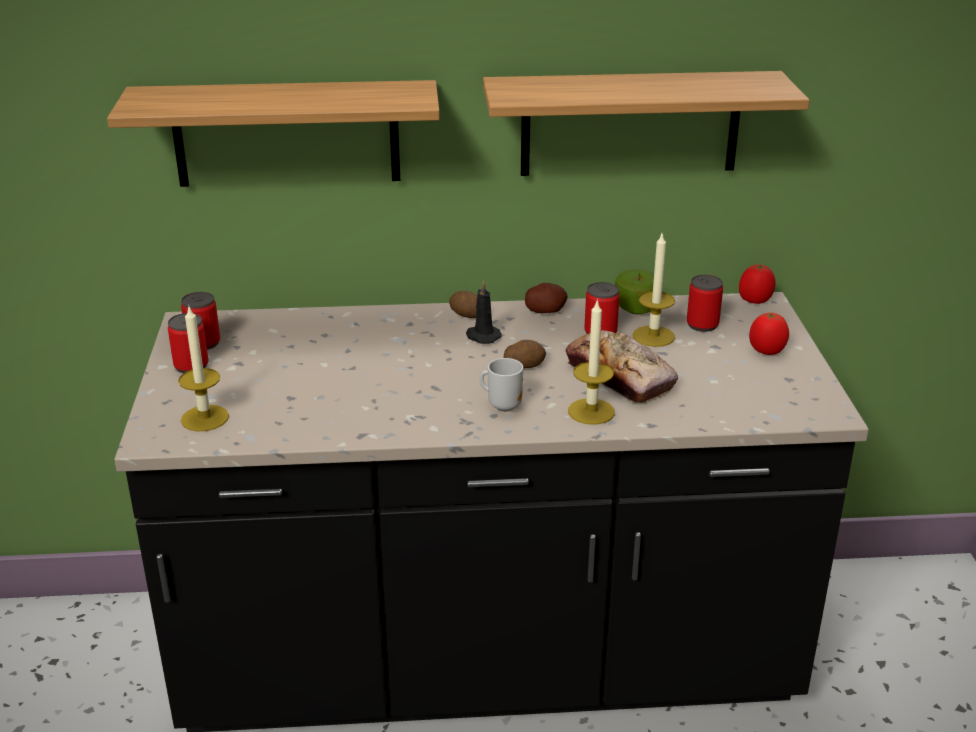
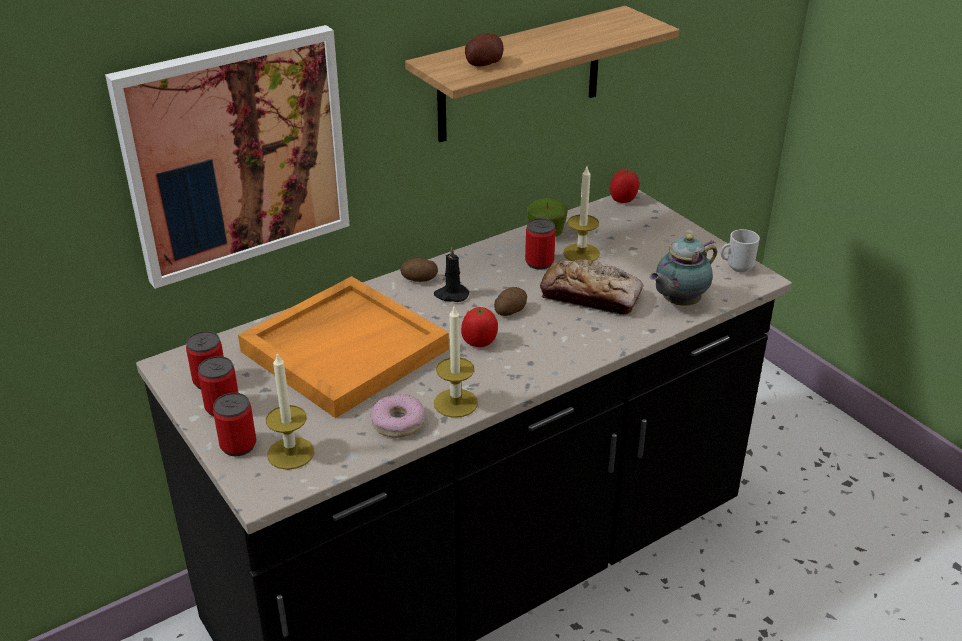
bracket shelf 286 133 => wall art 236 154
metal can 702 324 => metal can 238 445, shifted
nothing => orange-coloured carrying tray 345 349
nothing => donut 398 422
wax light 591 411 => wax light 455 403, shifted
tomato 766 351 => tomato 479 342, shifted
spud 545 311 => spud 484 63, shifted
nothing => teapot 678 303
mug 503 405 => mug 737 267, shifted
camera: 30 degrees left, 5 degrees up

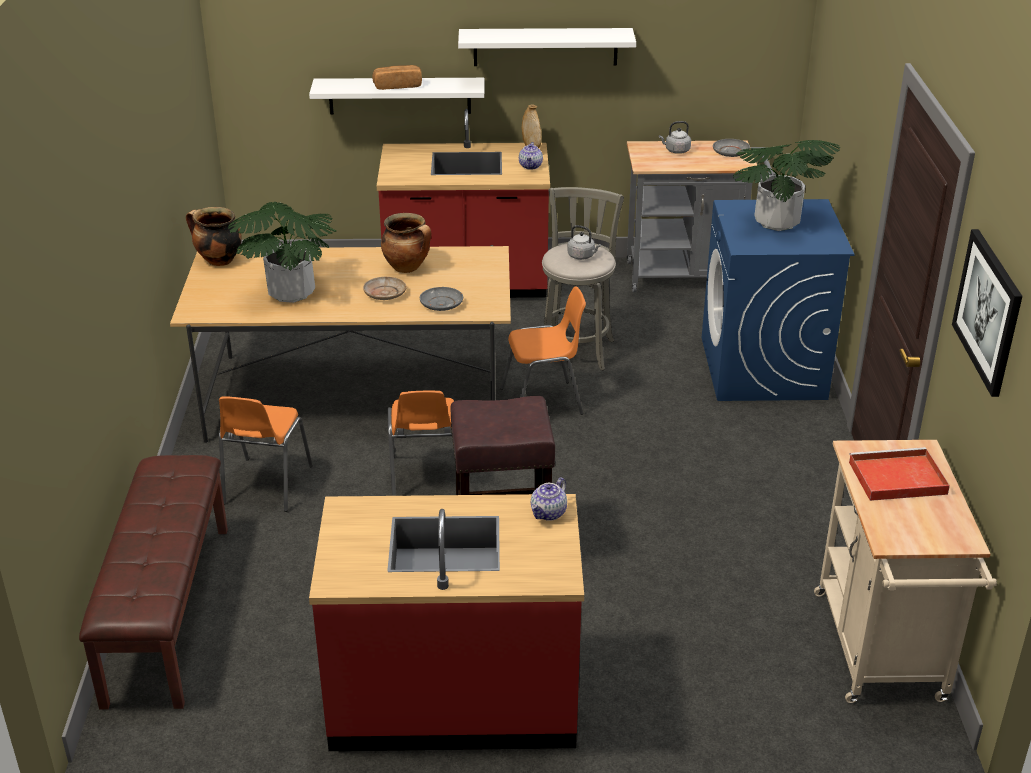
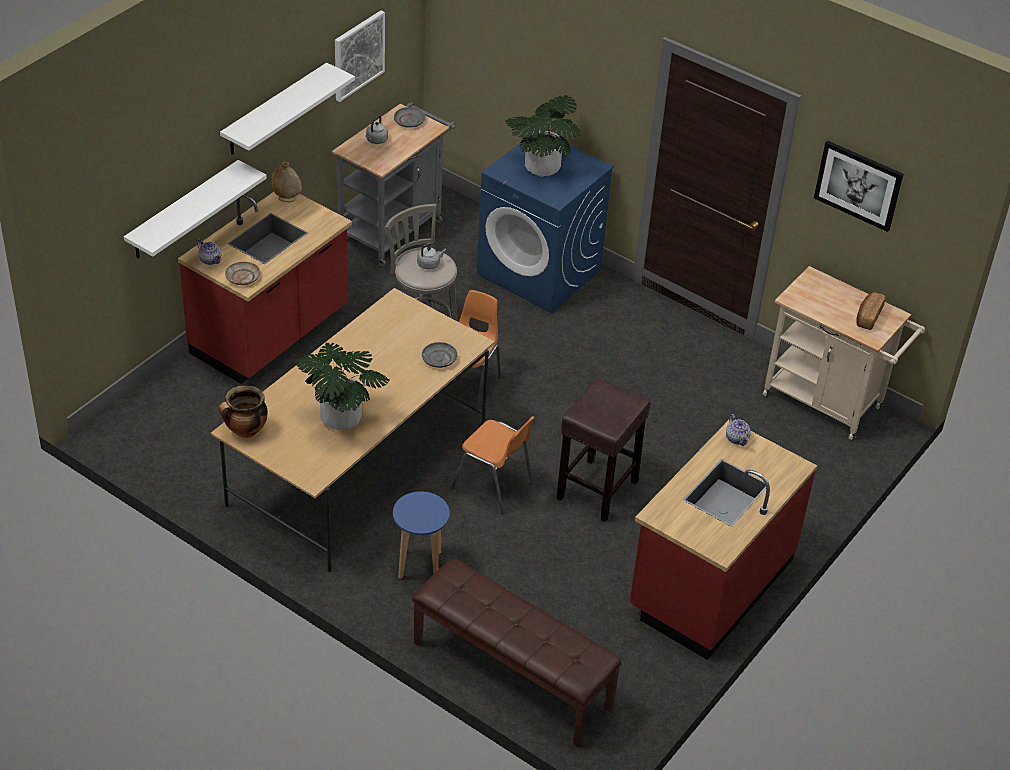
teapot 531 166 => teapot 210 260, shifted
beige-coloured flat dish 384 294 => beige-coloured flat dish 242 277, shifted
nothing => wall art 358 55
orange-coloured plain chair 265 486 => blue-coloured stool 420 565
bread 397 86 => bread 868 317, shifted
saucepot 408 268 => nothing
reddish carrying tray 895 478 => nothing
camera: 55 degrees left, 10 degrees up

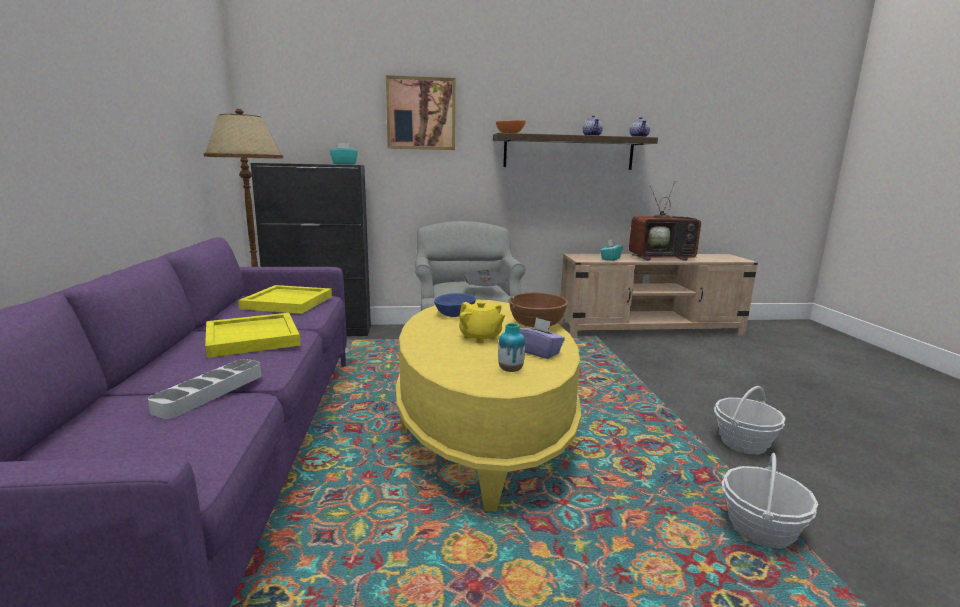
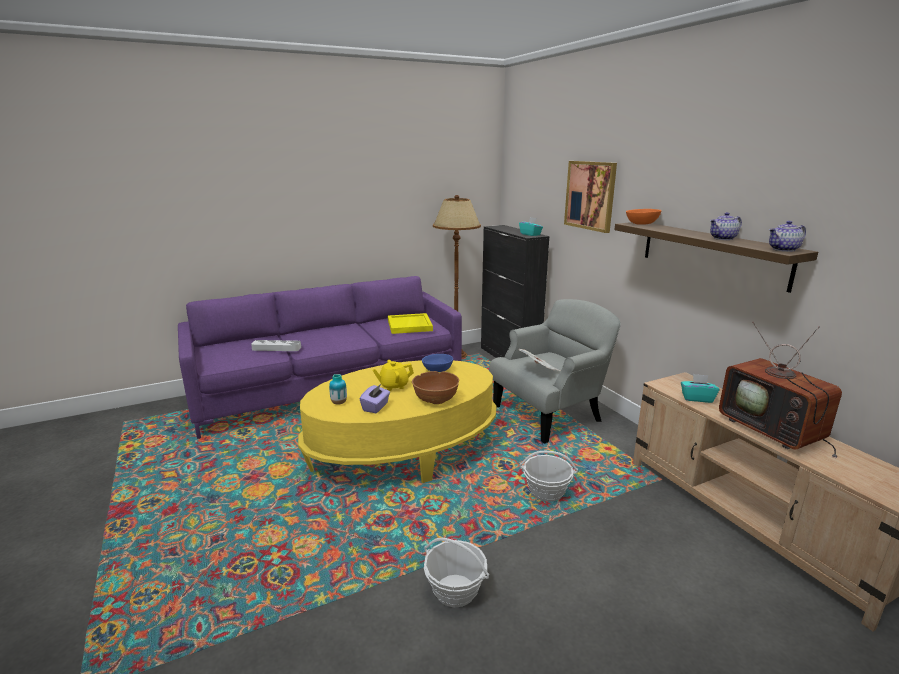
yellow-coloured teapot 480 337 => yellow-coloured teapot 393 386, 45 degrees clockwise
storage basket 760 530 => storage basket 546 492, shifted
yellow-coloured carrying tray 253 337 => nothing
camera: 70 degrees right, 5 degrees up

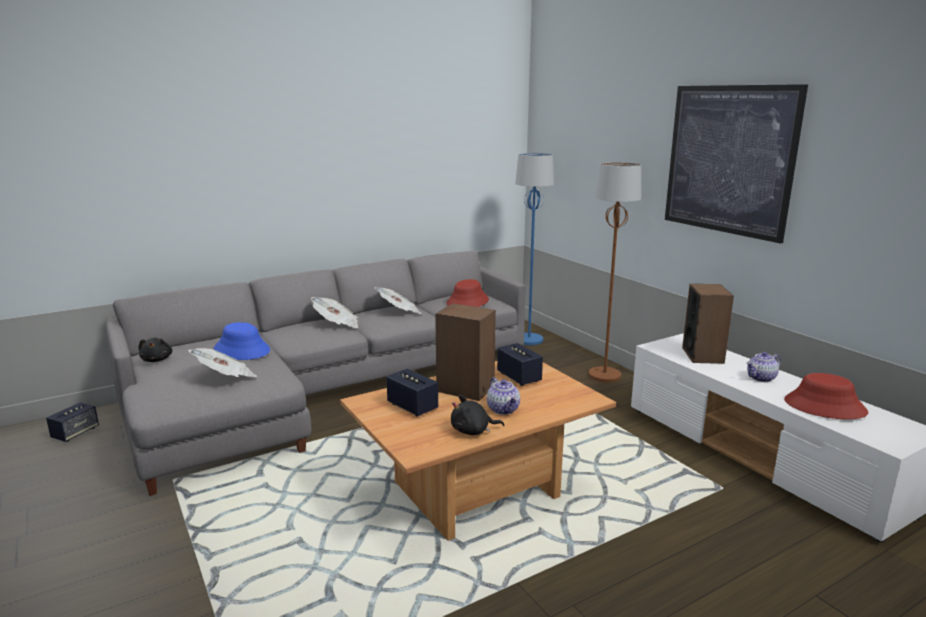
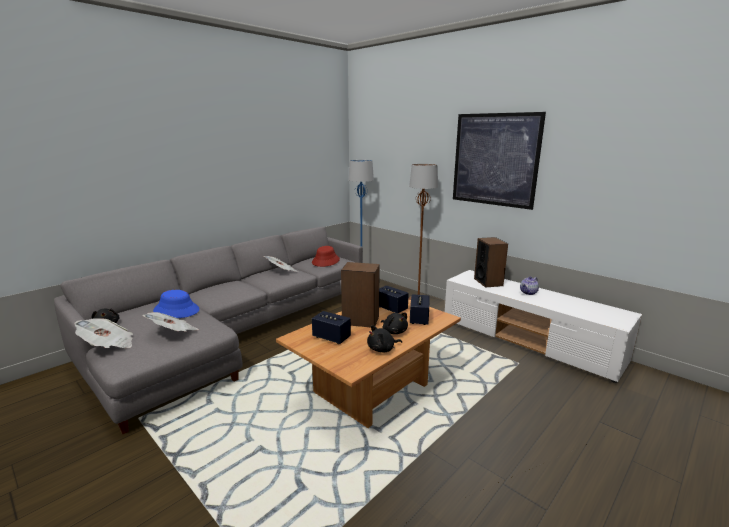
printed paper 337 324 => printed paper 108 345, shifted
teapot 503 409 => black-coloured soft toy 394 331
speaker 75 433 => speaker 419 319, shifted
reddish hat 824 407 => nothing
camera: 15 degrees left, 0 degrees up

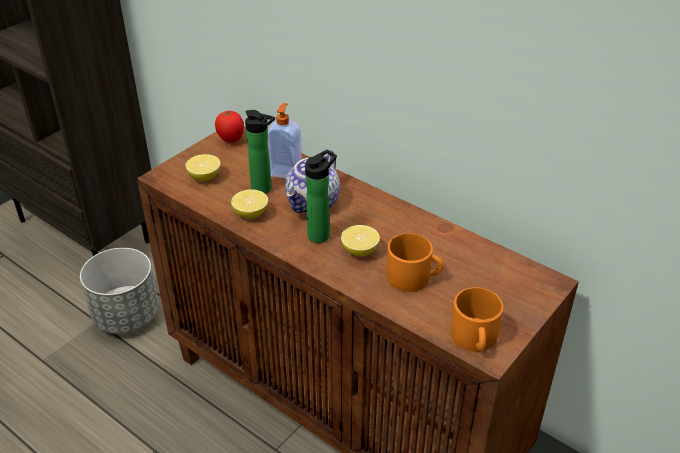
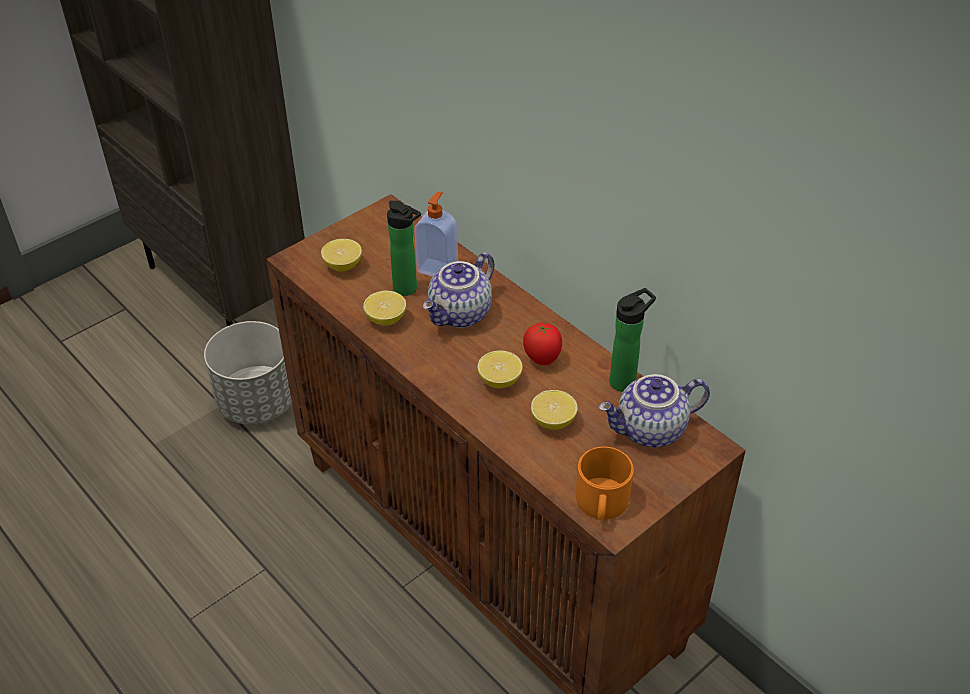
tomato 231 140 => tomato 542 359, shifted
orange-coloured mug 414 277 => citrus fruit 553 421
nothing => teapot 650 431
drink bottle 321 234 => drink bottle 626 380, shifted
camera: 10 degrees right, 5 degrees up

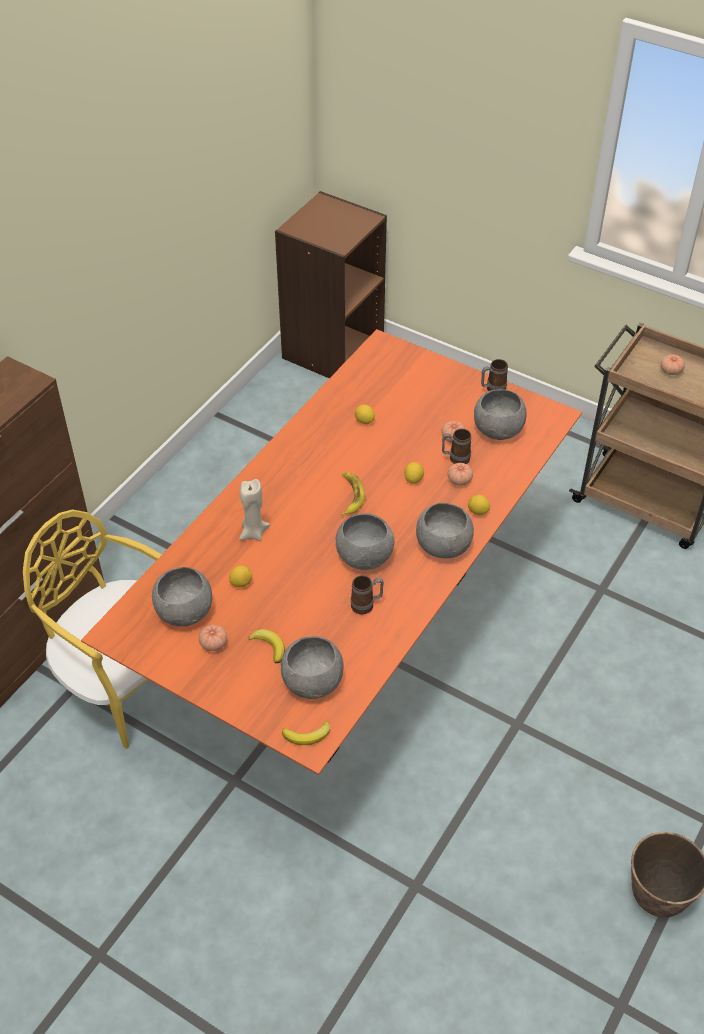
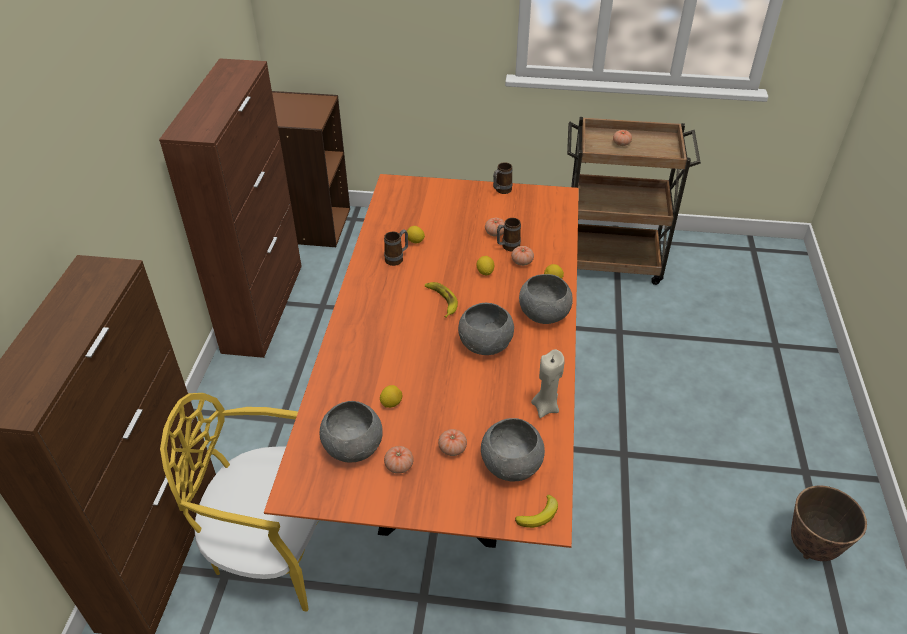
nothing => brown cupboard 264 307
mug 367 605 => mug 397 259, shifted
whole banana 269 646 => tomato 452 448
beige-coloured wax light 253 533 => beige-coloured wax light 545 407, shifted
grey serving bowl 498 429 => nothing
camera: 25 degrees left, 5 degrees down

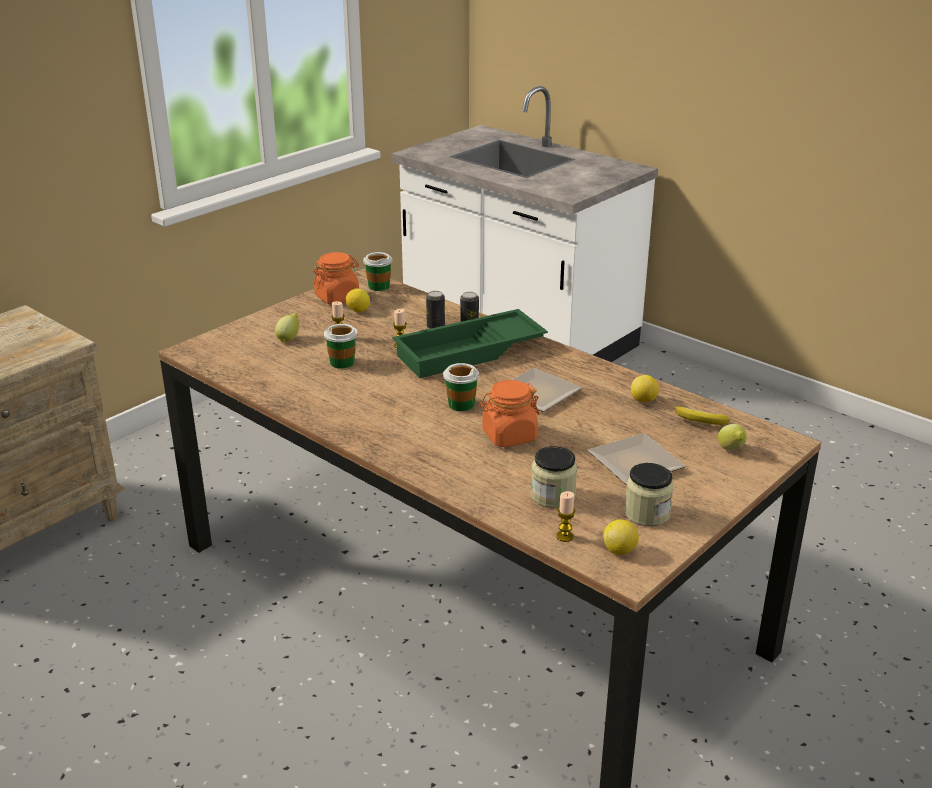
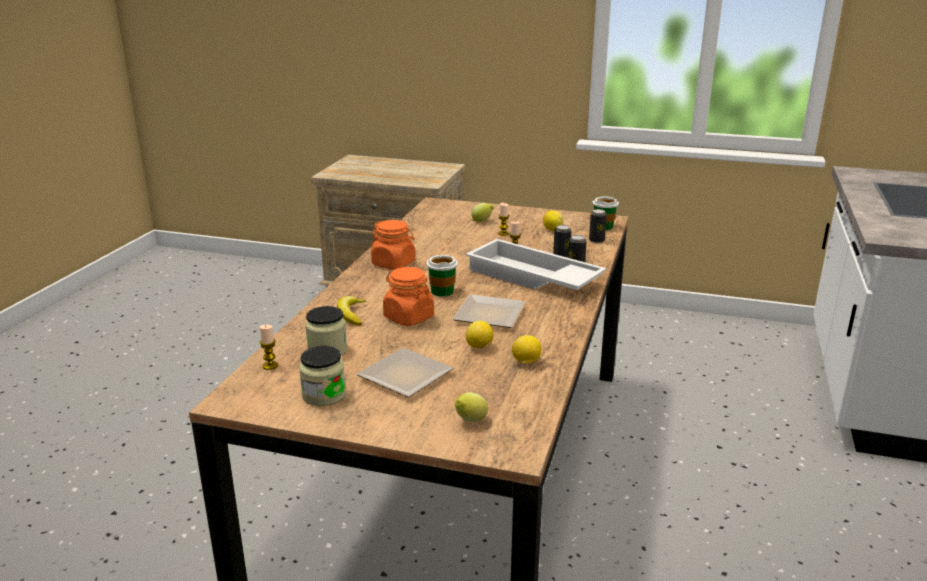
whole banana 699 421 => whole banana 351 314, shifted
orange-coloured preserve jar 337 297 => orange-coloured preserve jar 393 264, shifted
green-coloured carrying tray 470 353 => white-coloured carrying tray 531 277
citrus fruit 620 550 => citrus fruit 479 347, shifted
nothing => metal can 596 240
small cup 342 362 => nothing
camera: 65 degrees right, 5 degrees down

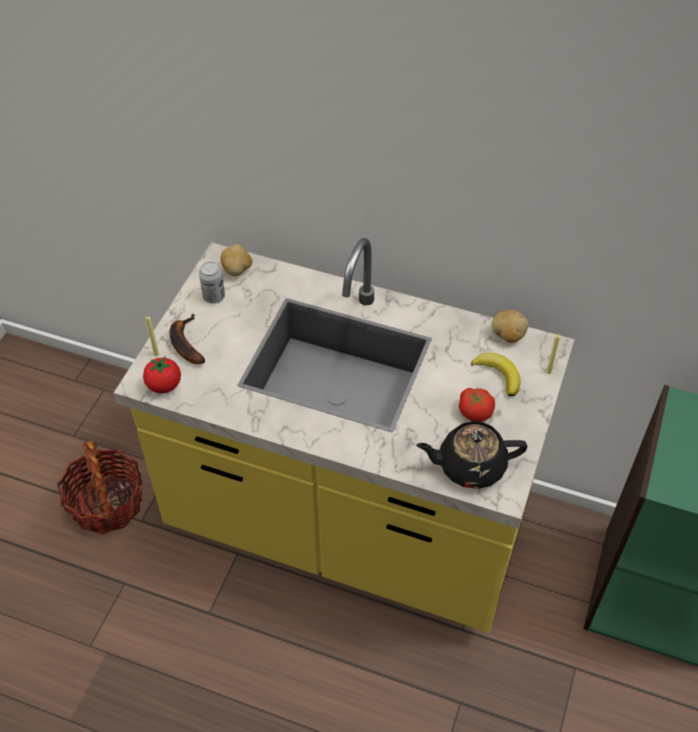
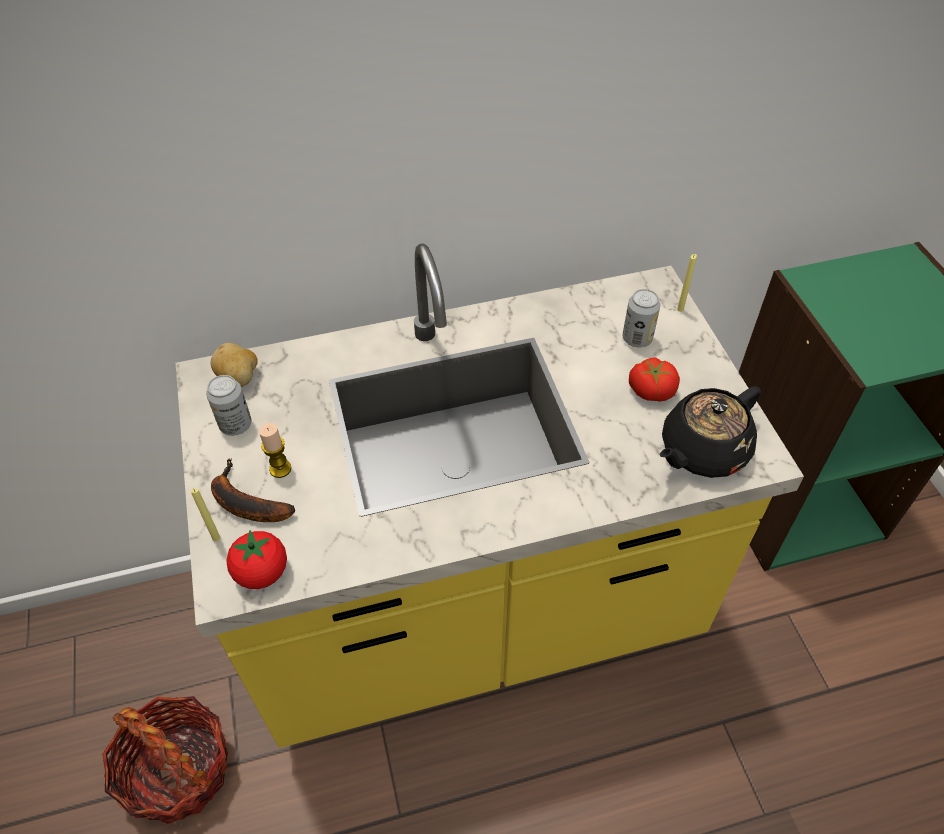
nothing => wax light 280 469
whole banana 498 375 => metal can 637 339
spud 507 336 => nothing
camera: 35 degrees left, 0 degrees up

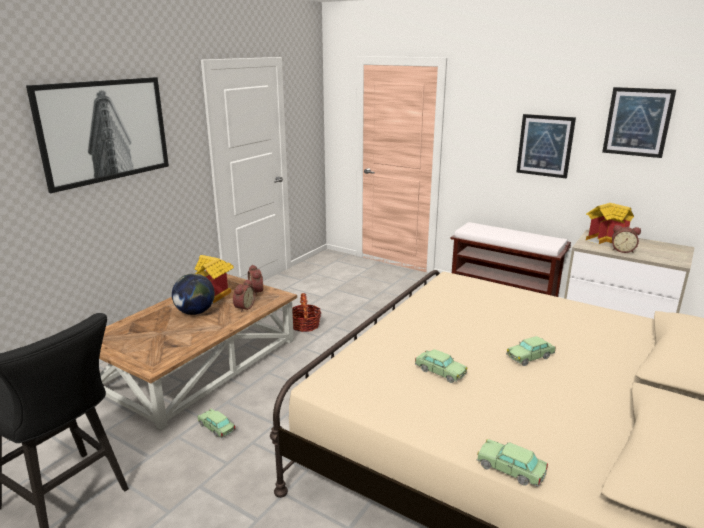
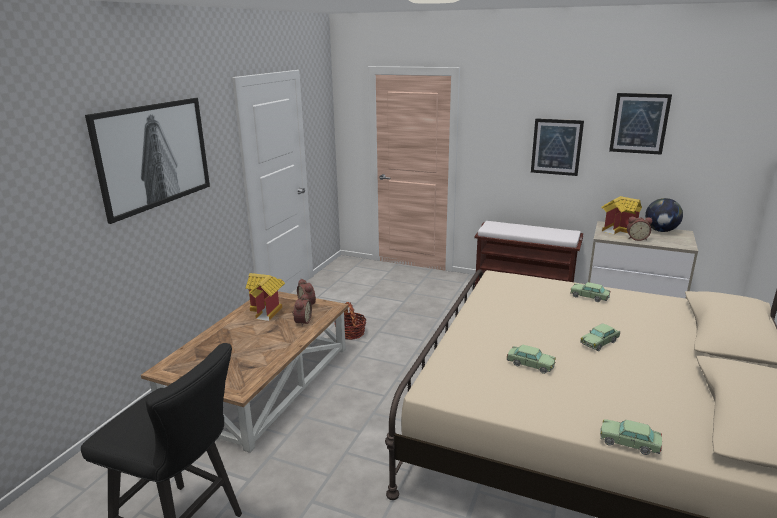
miniature car 216 428 => miniature car 589 297, shifted
globe 195 312 => globe 661 231, shifted
camera: 10 degrees left, 0 degrees up

